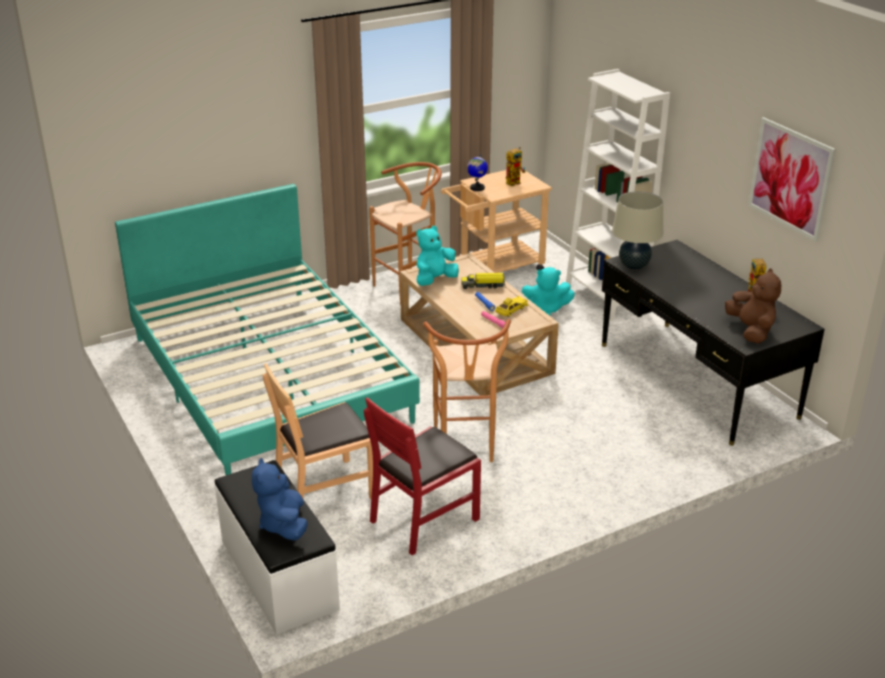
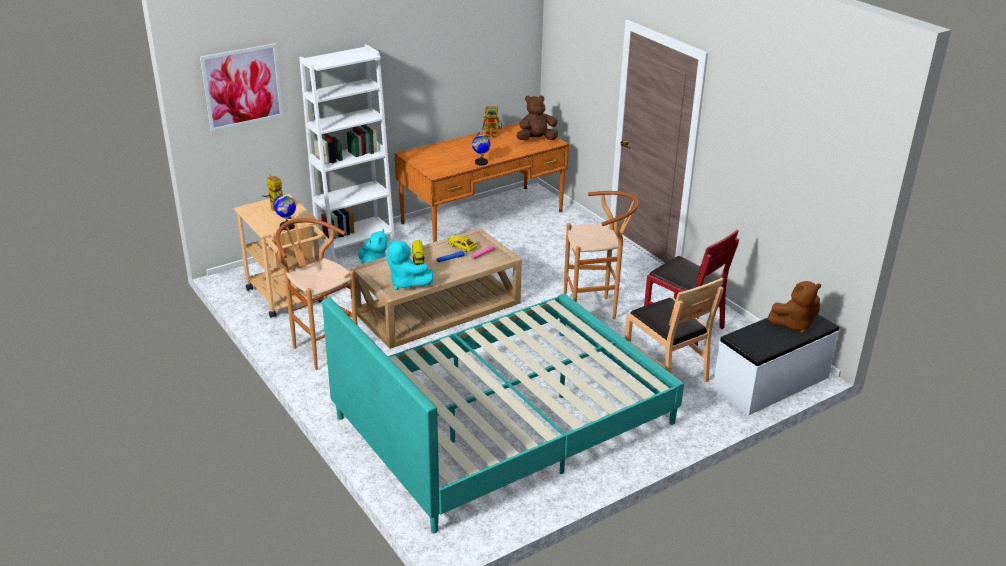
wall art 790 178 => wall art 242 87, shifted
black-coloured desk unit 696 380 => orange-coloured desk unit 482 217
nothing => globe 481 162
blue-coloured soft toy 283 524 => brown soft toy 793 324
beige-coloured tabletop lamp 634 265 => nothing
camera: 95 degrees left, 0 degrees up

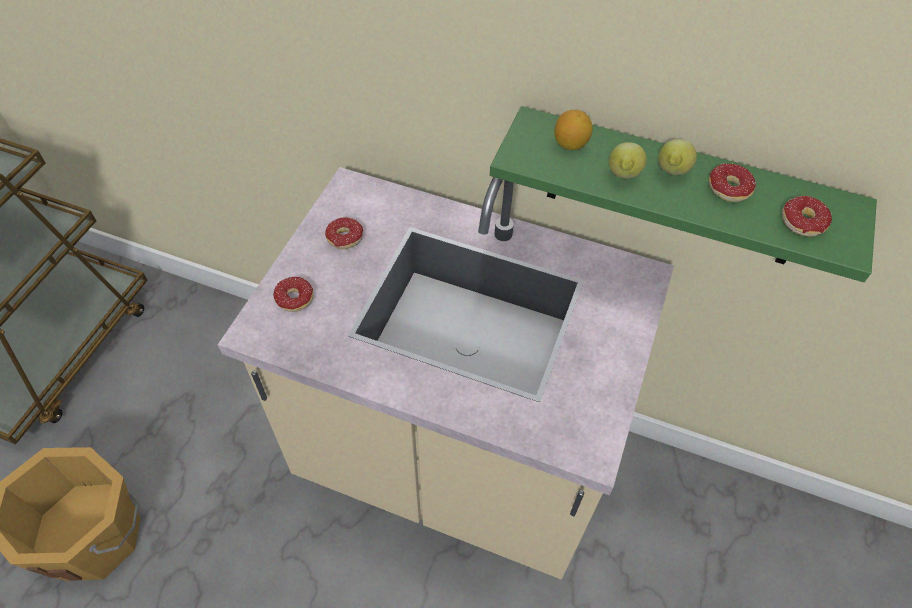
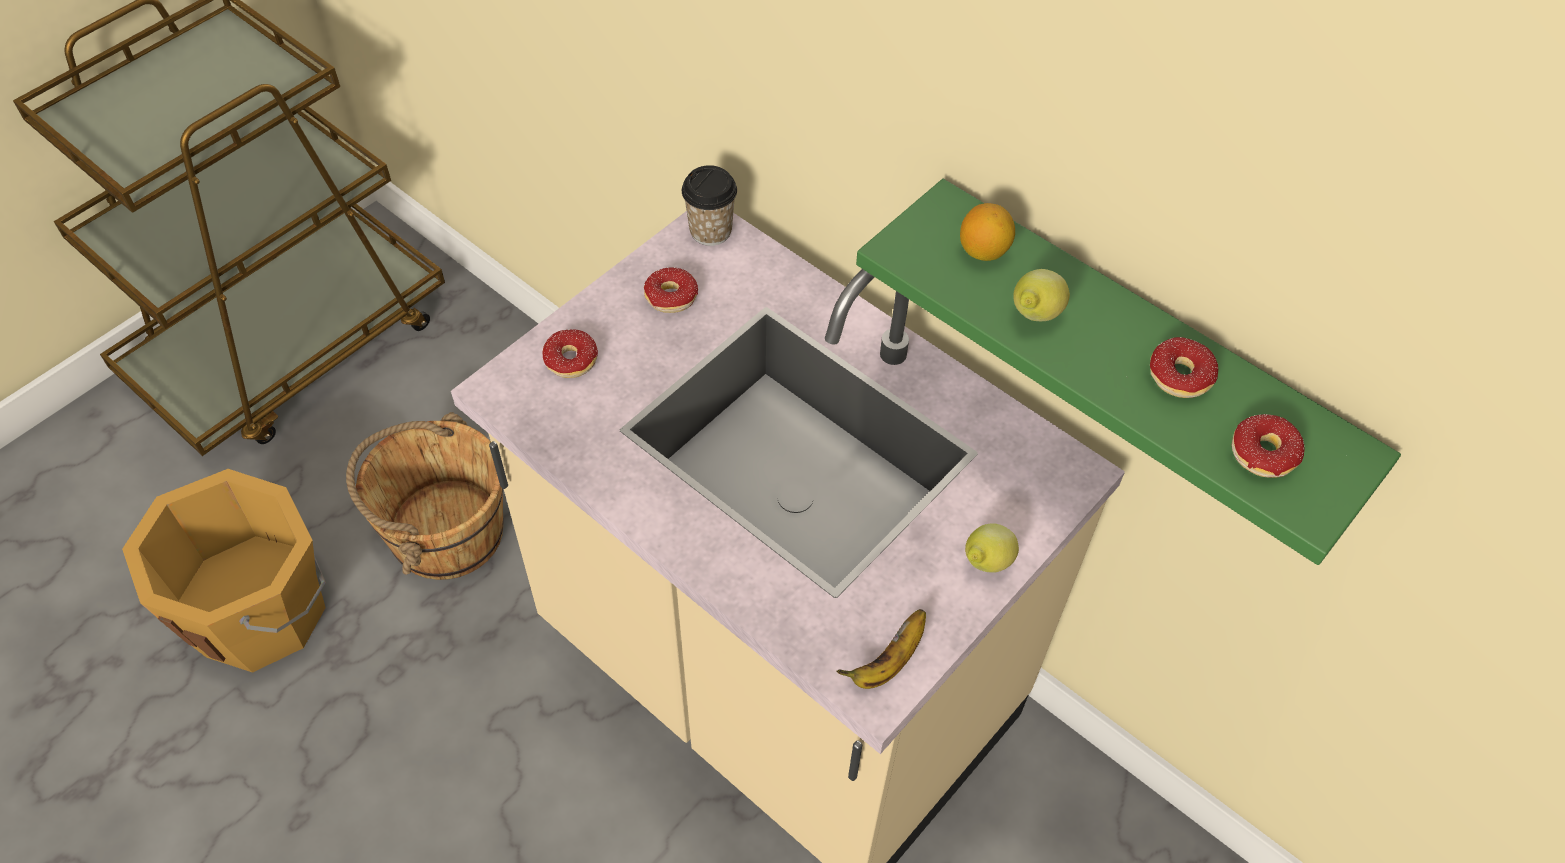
nothing => brown pail 445 531
nothing => small cup 710 231
nothing => whole banana 888 663
citrus fruit 671 173 => citrus fruit 985 563, shifted
camera: 20 degrees right, 0 degrees up

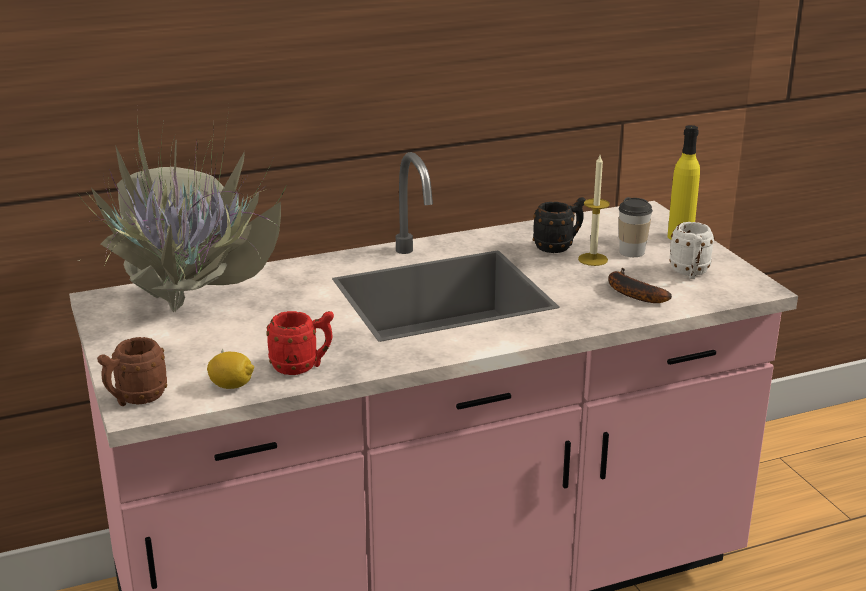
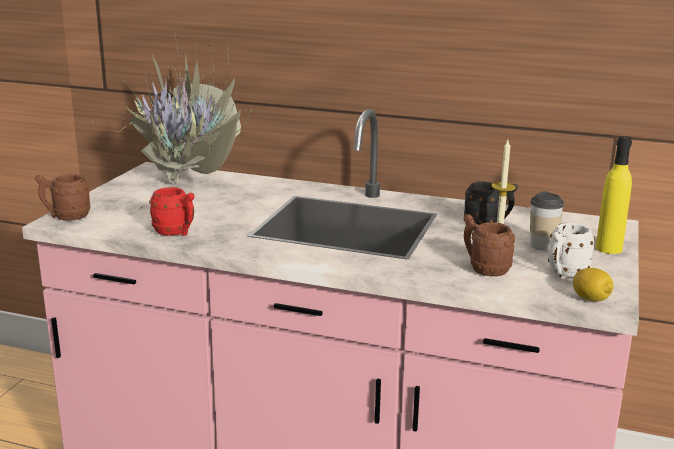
whole banana 631 292 => brown mug 484 269
citrus fruit 232 385 => citrus fruit 591 299, shifted
camera: 40 degrees right, 5 degrees down

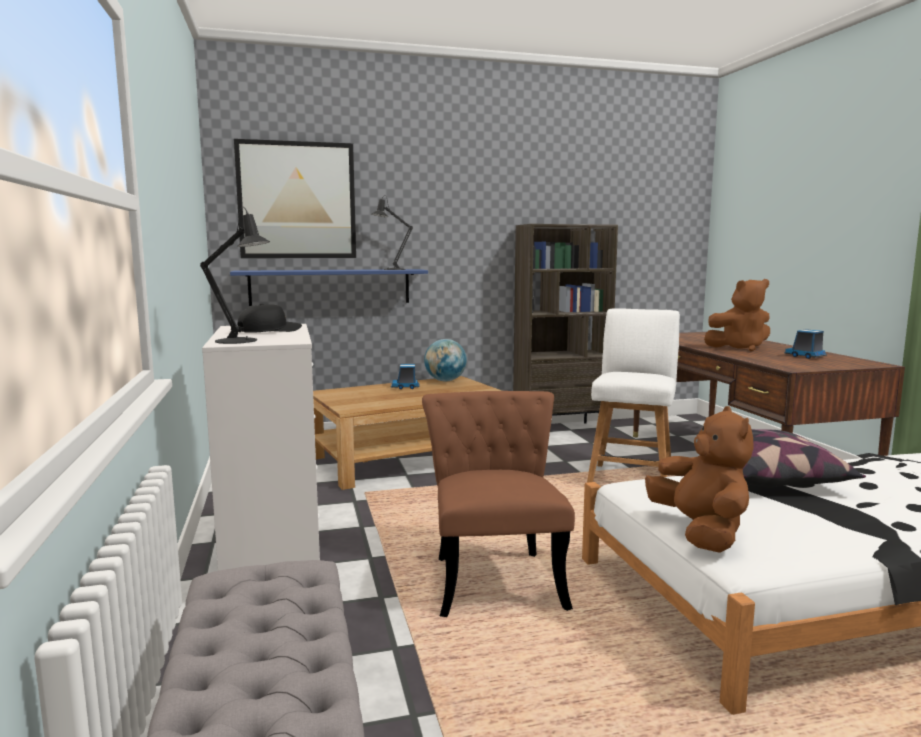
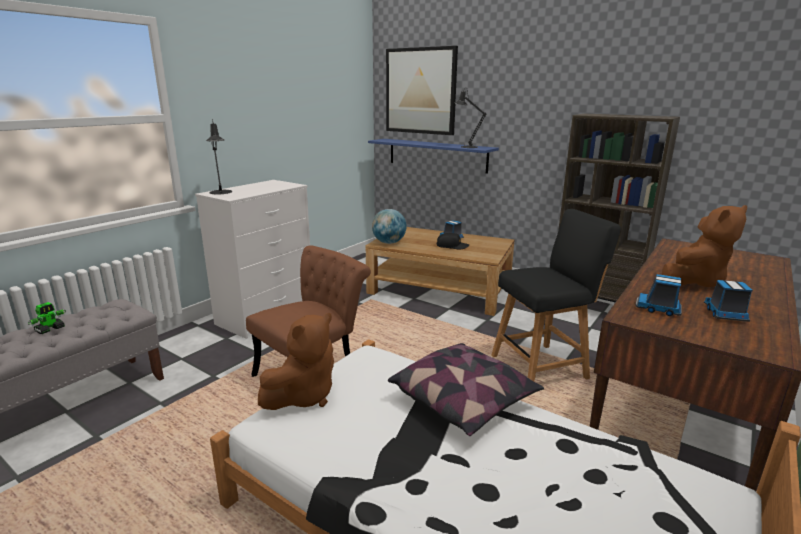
nothing => robot figure 50 329
globe 445 381 => globe 389 242, shifted
black-coloured cap 269 331 => black-coloured cap 452 246, shifted
white-coloured plain chair 631 478 => black-coloured plain chair 542 366
nothing => toy lorry 659 309
brown soft toy 739 348 => brown soft toy 695 282, 75 degrees counterclockwise
camera: 50 degrees right, 10 degrees up

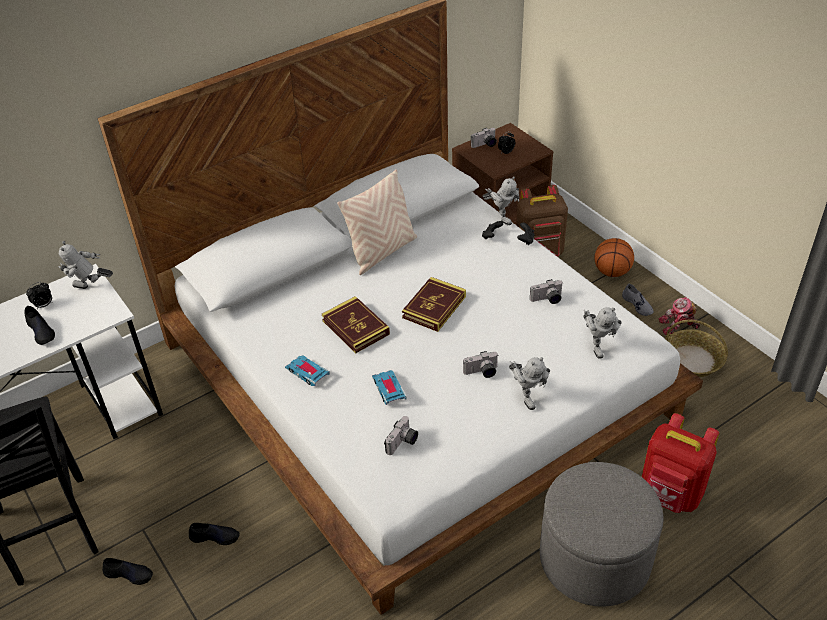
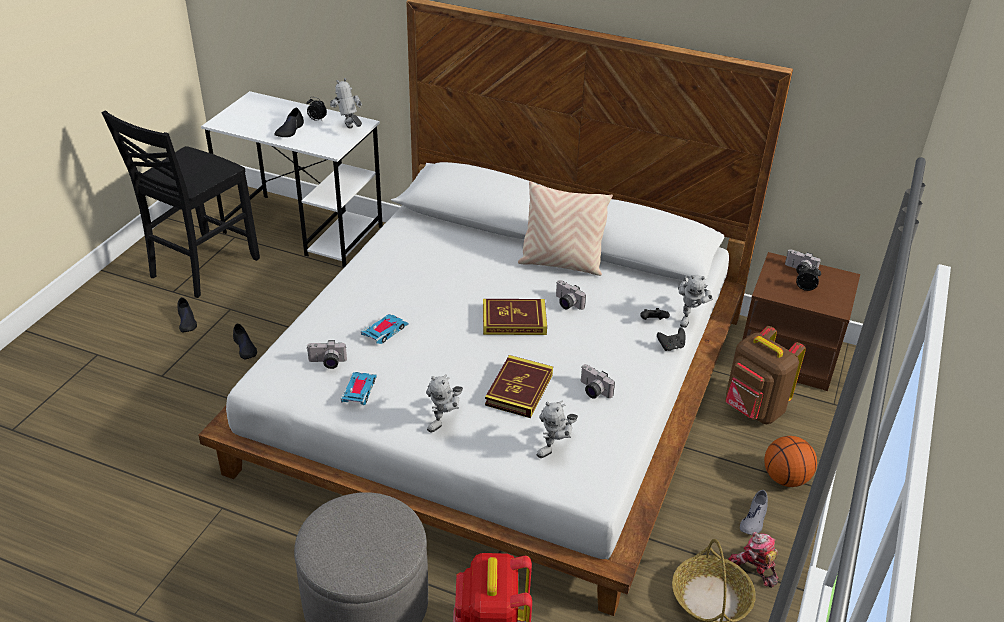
miniature car 307 372 => miniature car 359 391, shifted
book 355 327 => book 519 390, shifted
photo camera 481 372 => photo camera 566 303, shifted
camera: 55 degrees right, 5 degrees down

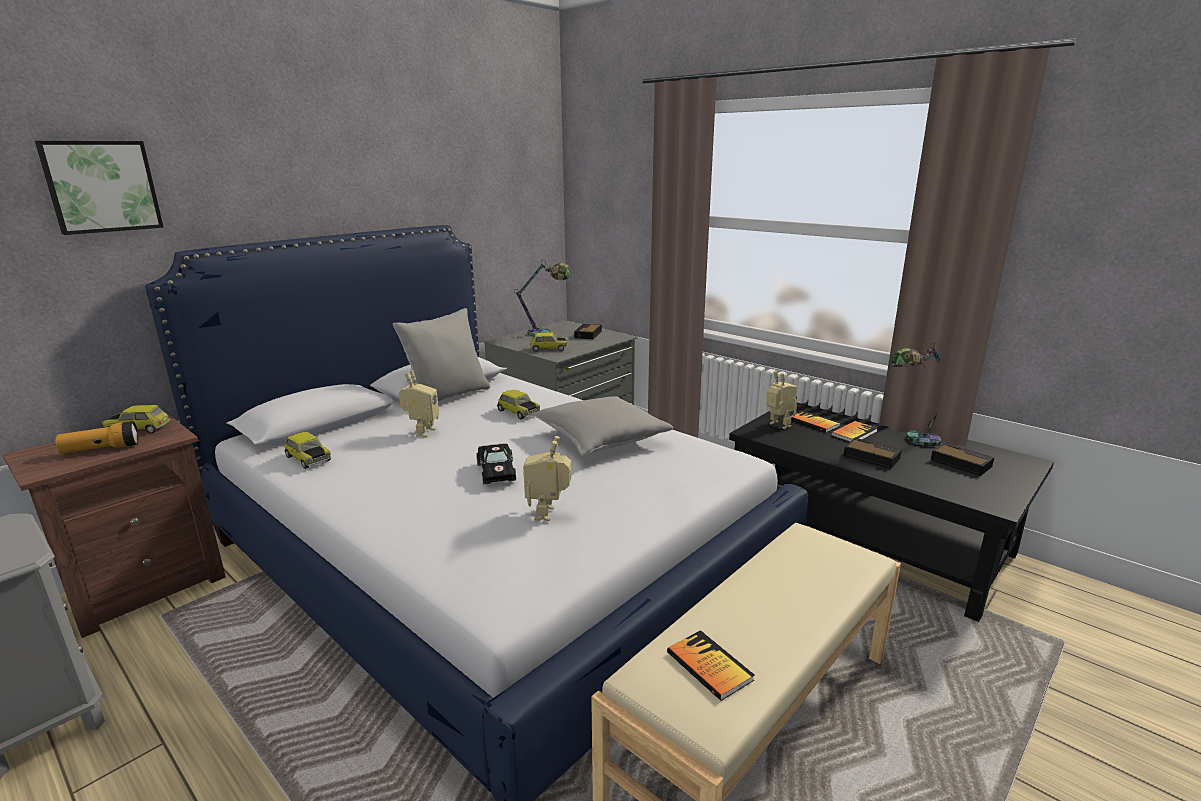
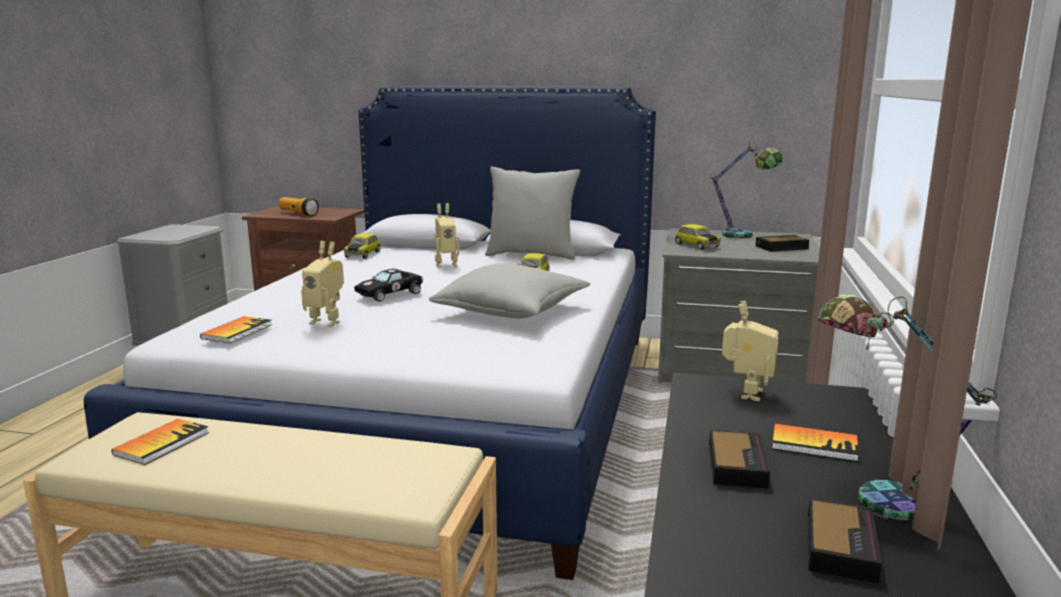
book 814 423 => book 237 331, shifted
robot figure 549 514 => robot figure 327 321, 135 degrees counterclockwise
wall art 101 186 => nothing
miniature car 140 428 => nothing
camera: 60 degrees right, 5 degrees down

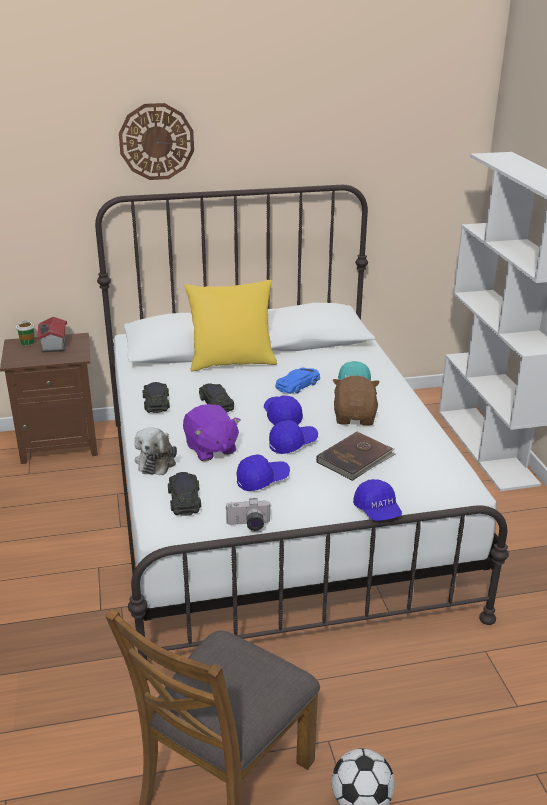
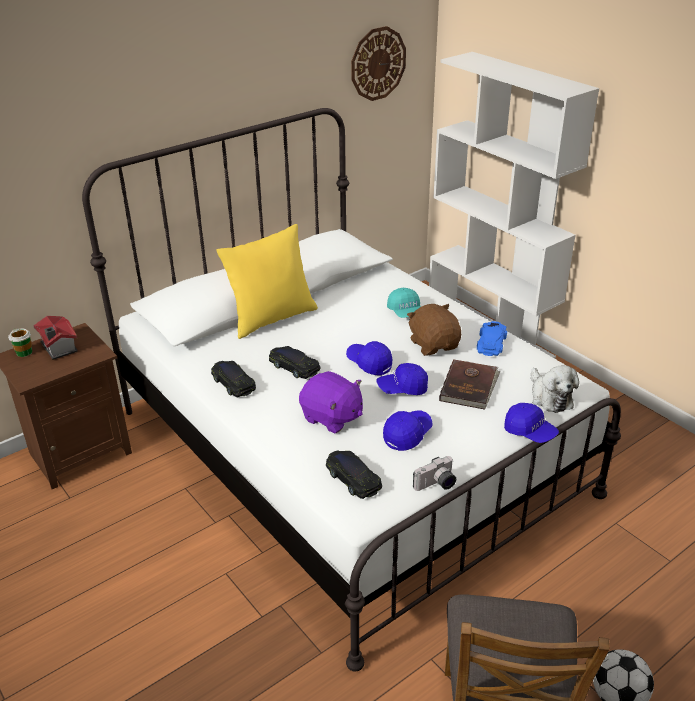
clock on the wall 156 141 => clock on the wall 378 63, shifted
blue-coloured cap 292 444 => blue-coloured cap 402 388, 135 degrees counterclockwise
blue-coloured miniature car 298 384 => blue-coloured miniature car 491 342, shifted
soft toy 156 461 => soft toy 549 397, shifted
camera: 25 degrees left, 5 degrees up

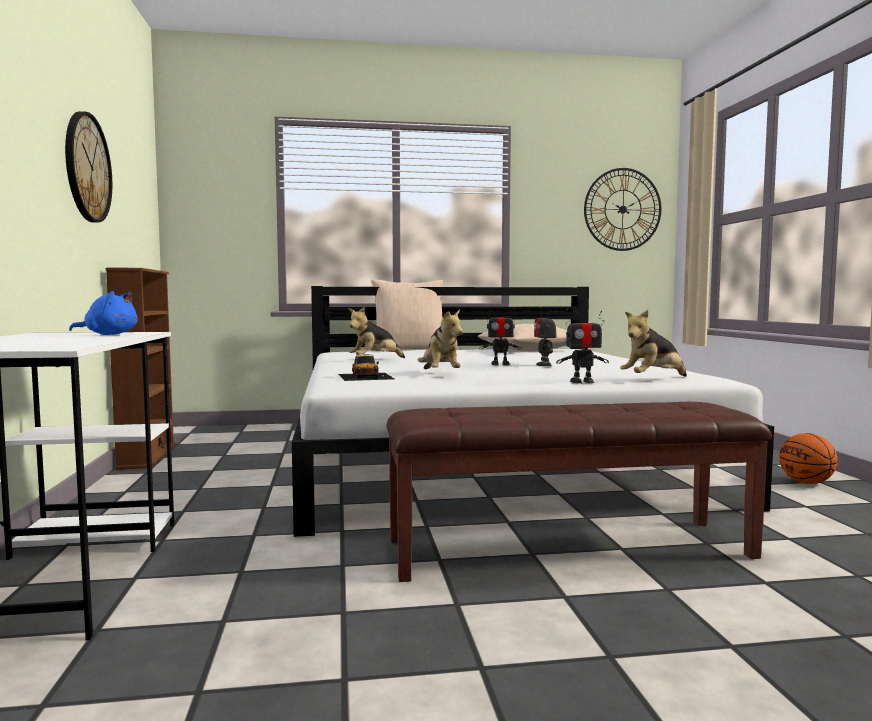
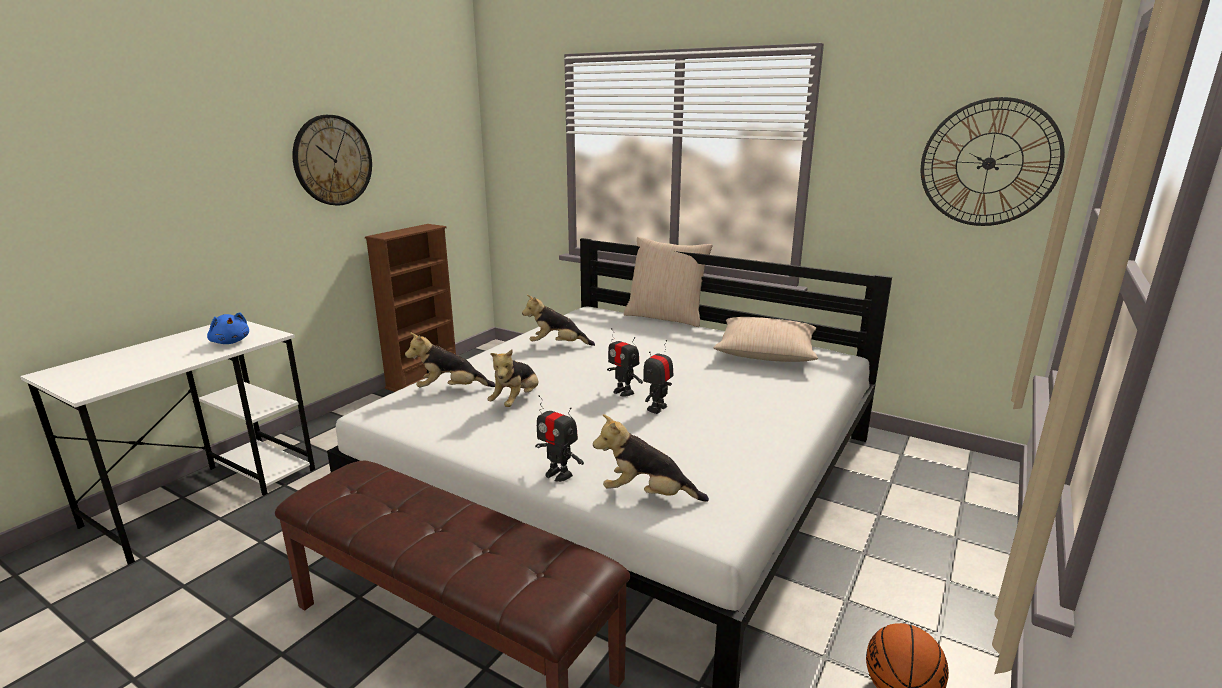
miniature car 366 376 => soft toy 451 389
camera: 40 degrees right, 15 degrees up

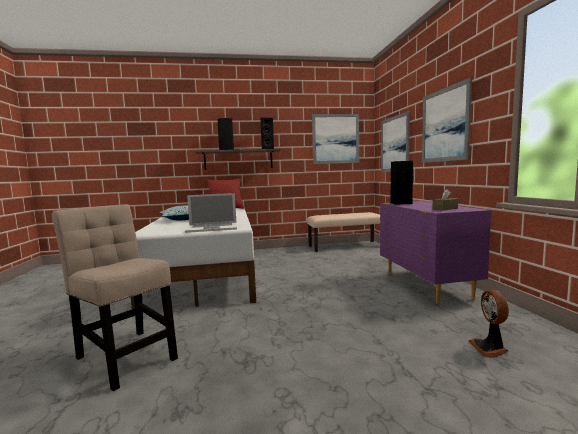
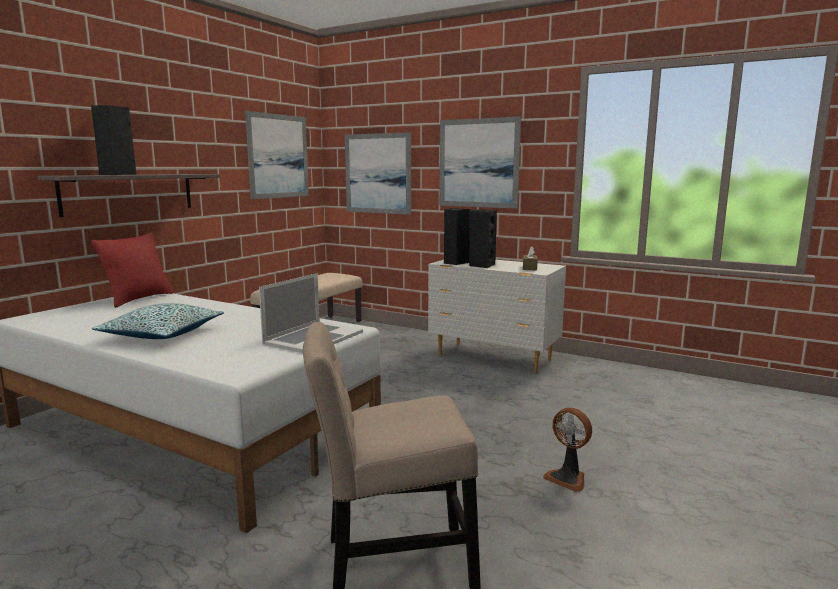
purple chest of drawers 426 286 => white-coloured chest of drawers 494 358
black-coloured speaker 267 149 => black-coloured speaker 481 265, shifted
fan 489 348 => fan 568 478, shifted
camera: 50 degrees left, 5 degrees up

